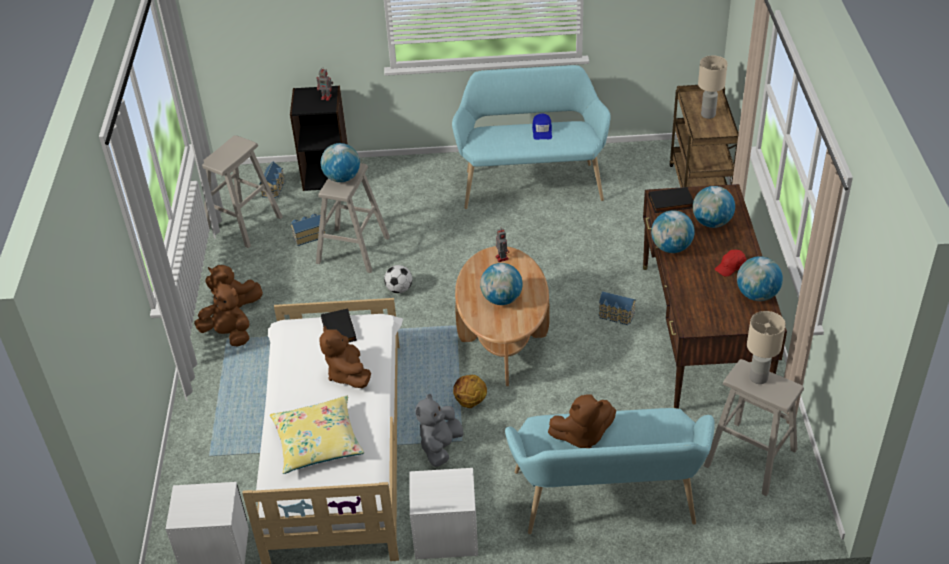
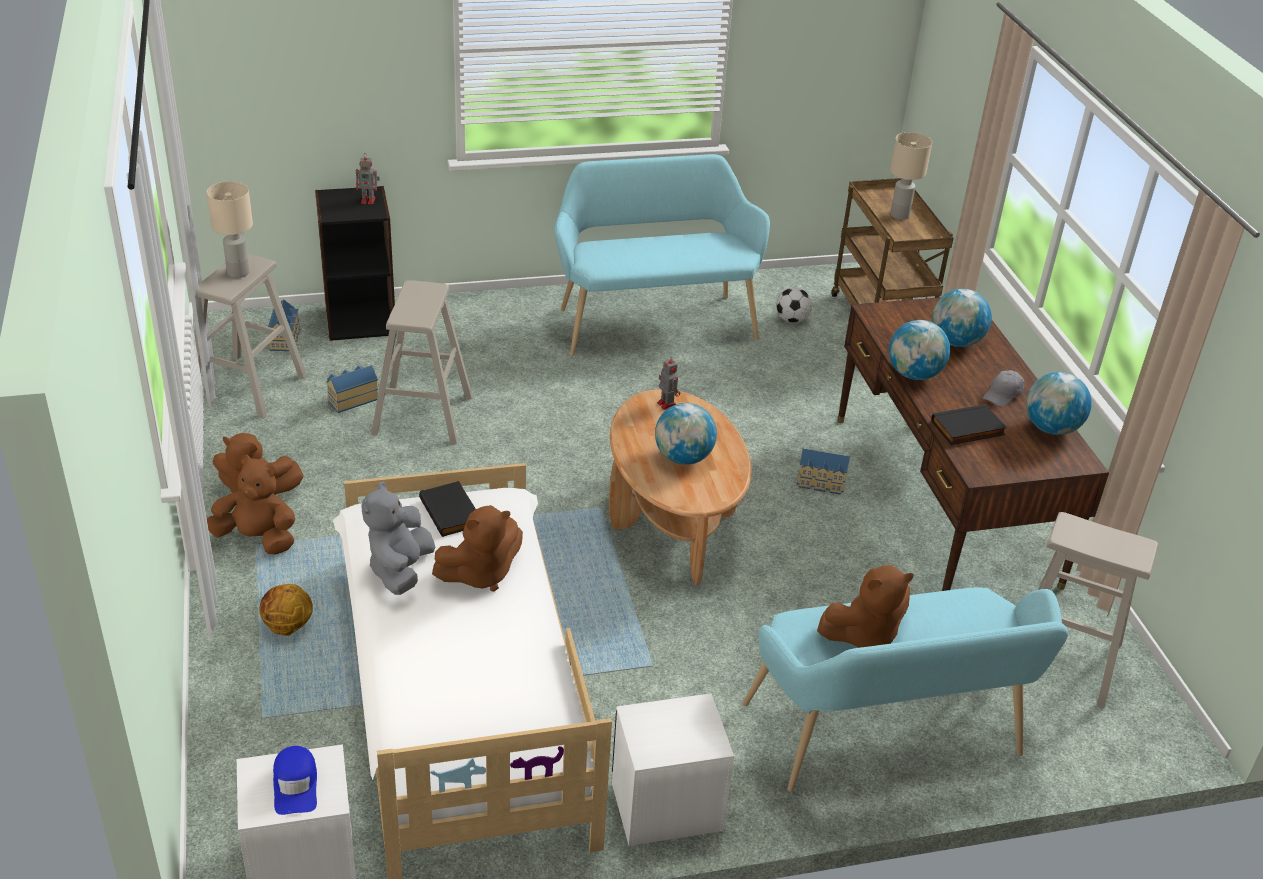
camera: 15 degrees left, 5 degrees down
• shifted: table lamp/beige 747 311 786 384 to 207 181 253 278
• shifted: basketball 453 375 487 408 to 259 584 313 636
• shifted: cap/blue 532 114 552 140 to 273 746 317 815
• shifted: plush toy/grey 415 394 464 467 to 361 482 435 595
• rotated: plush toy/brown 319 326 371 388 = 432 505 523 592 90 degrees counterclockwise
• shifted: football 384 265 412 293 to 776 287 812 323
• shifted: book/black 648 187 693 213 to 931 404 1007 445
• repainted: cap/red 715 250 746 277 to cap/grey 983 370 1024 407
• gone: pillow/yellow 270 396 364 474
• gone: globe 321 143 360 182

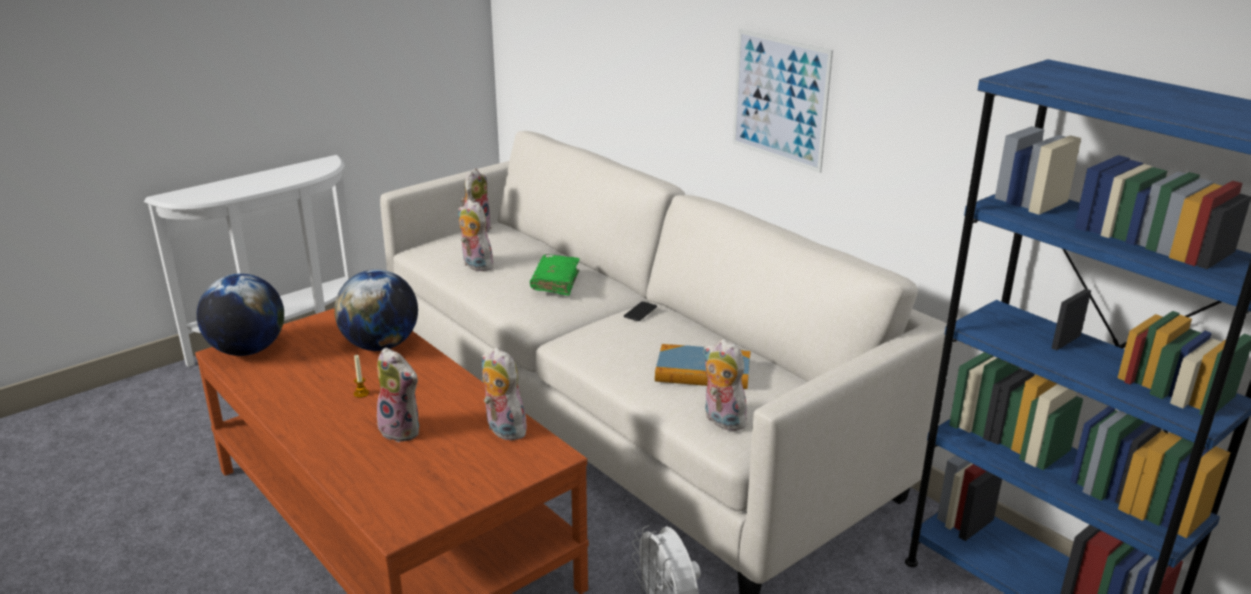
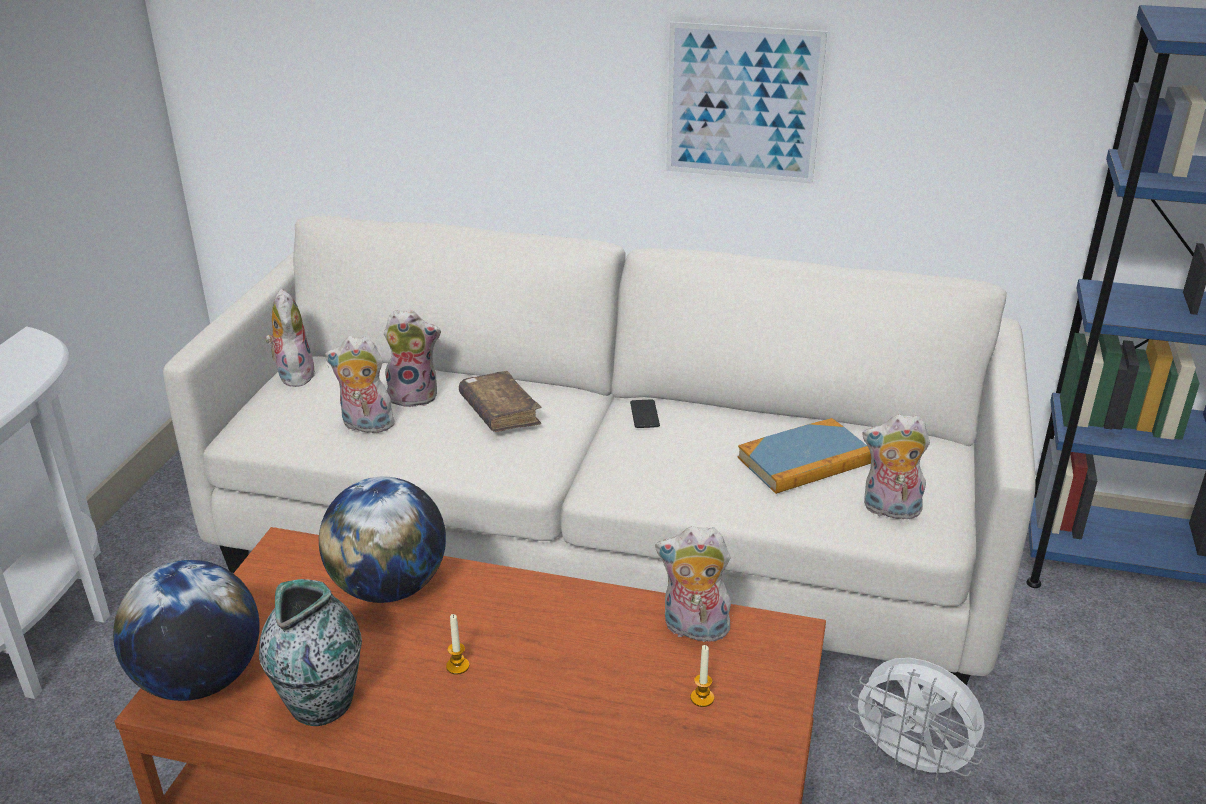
camera: 35 degrees left, 5 degrees up
• new: vase 259 579 362 726
• shifted: plush toy 377 348 419 442 to 384 310 441 407
• repainted: book/green 530 254 580 296 to book/brown 459 371 541 432
• new: candle 690 645 714 707

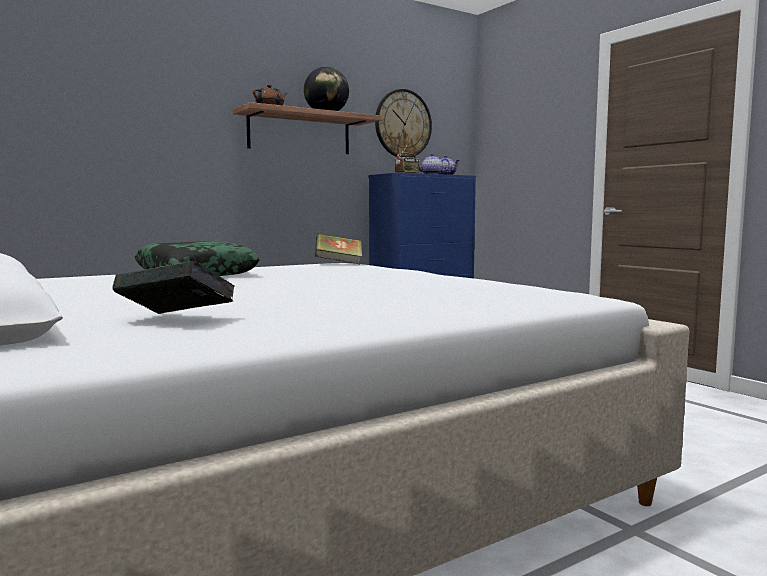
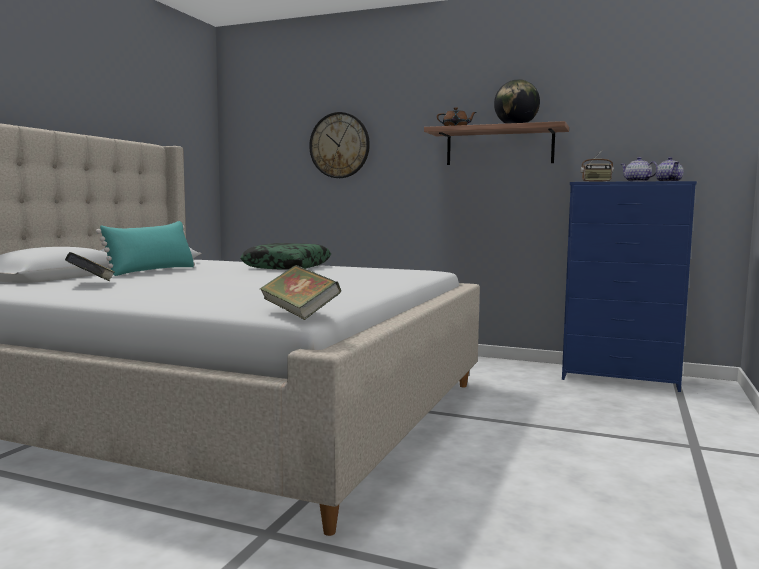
camera: 55 degrees right, 0 degrees up
• new: pillow/turquoise 96 221 195 276
• shifted: book 315 233 362 264 to 260 265 341 320
• shifted: wall clock 375 89 432 157 to 309 112 370 178

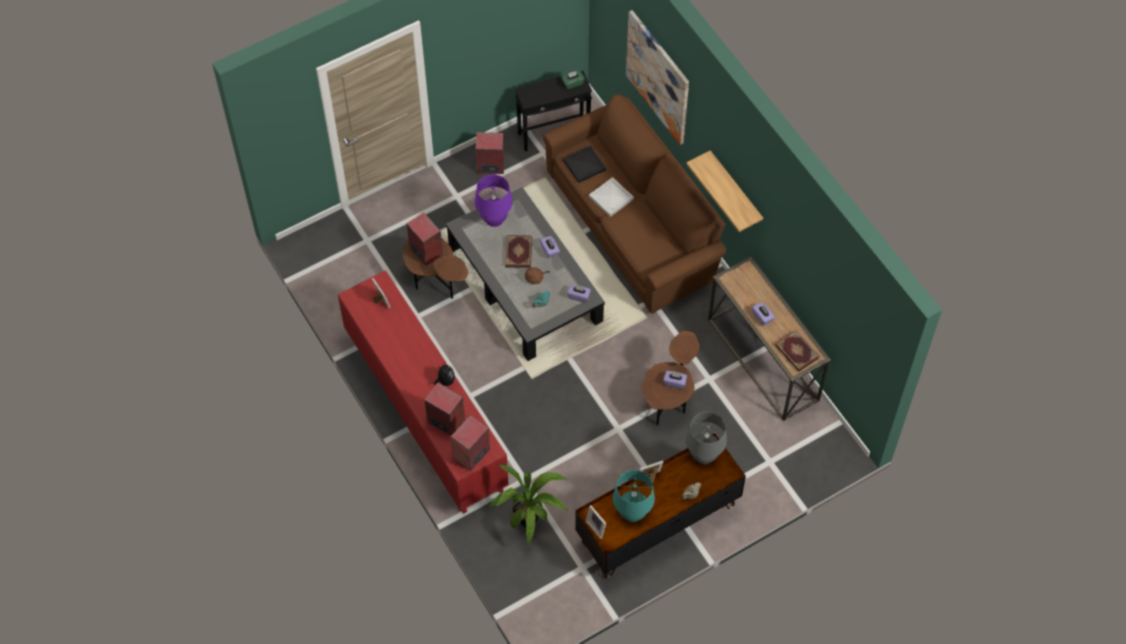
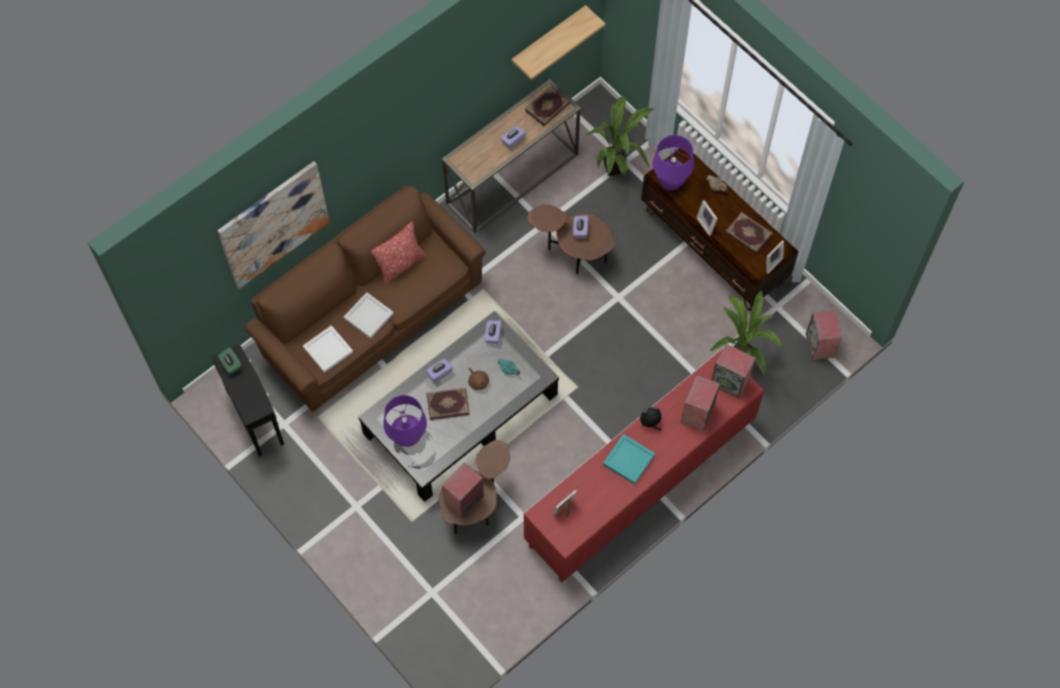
camera: 100 degrees left, 5 degrees up
• repainted: tray/black 563 145 606 183 to tray/white 303 325 353 373
• new: pillow 371 221 426 285
• shifted: shelf 686 150 763 232 to 511 5 606 80
• new: potted plant 586 96 654 176
• new: tray/turquoise 603 434 655 484
• repainted: table lamp/grey 685 412 727 464 to table lamp/purple 653 135 694 190
• swapped: table lamp/turquoise 613 470 655 522 to book 725 212 773 254
• shifted: speaker 476 132 505 174 to 806 310 842 360

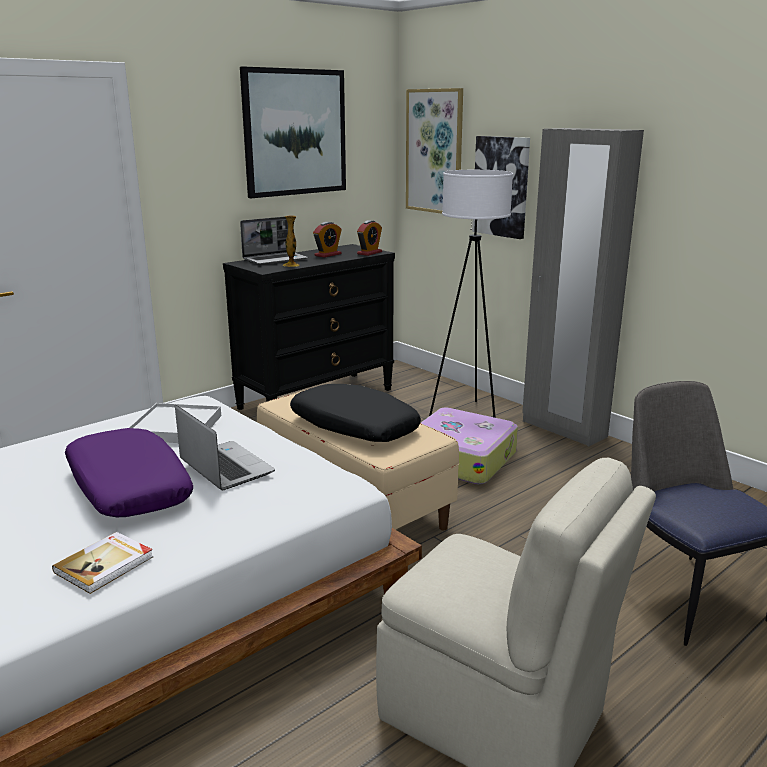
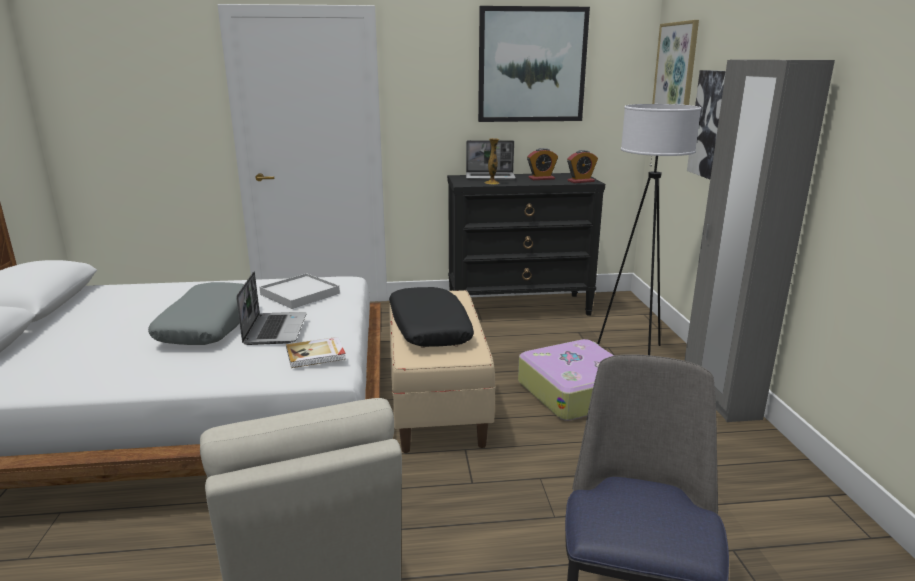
camera: 35 degrees right, 0 degrees up
• repainted: pillow/purple 65 428 193 517 to pillow/grey 148 282 244 345
• shifted: book 52 532 153 594 to 286 337 346 368

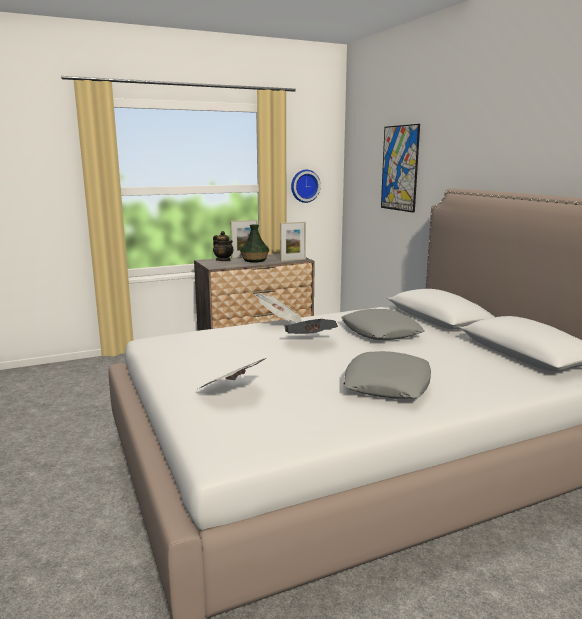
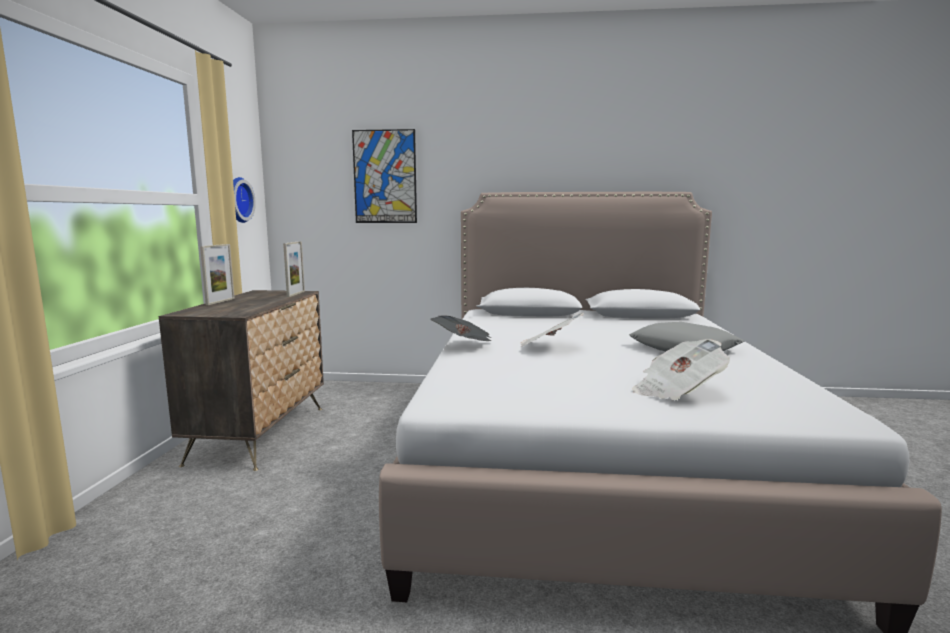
camera: 60 degrees left, 5 degrees down
• gone: teapot 213 231 233 261
• gone: vase 240 224 269 263
• gone: pillow/grey 341 309 425 340

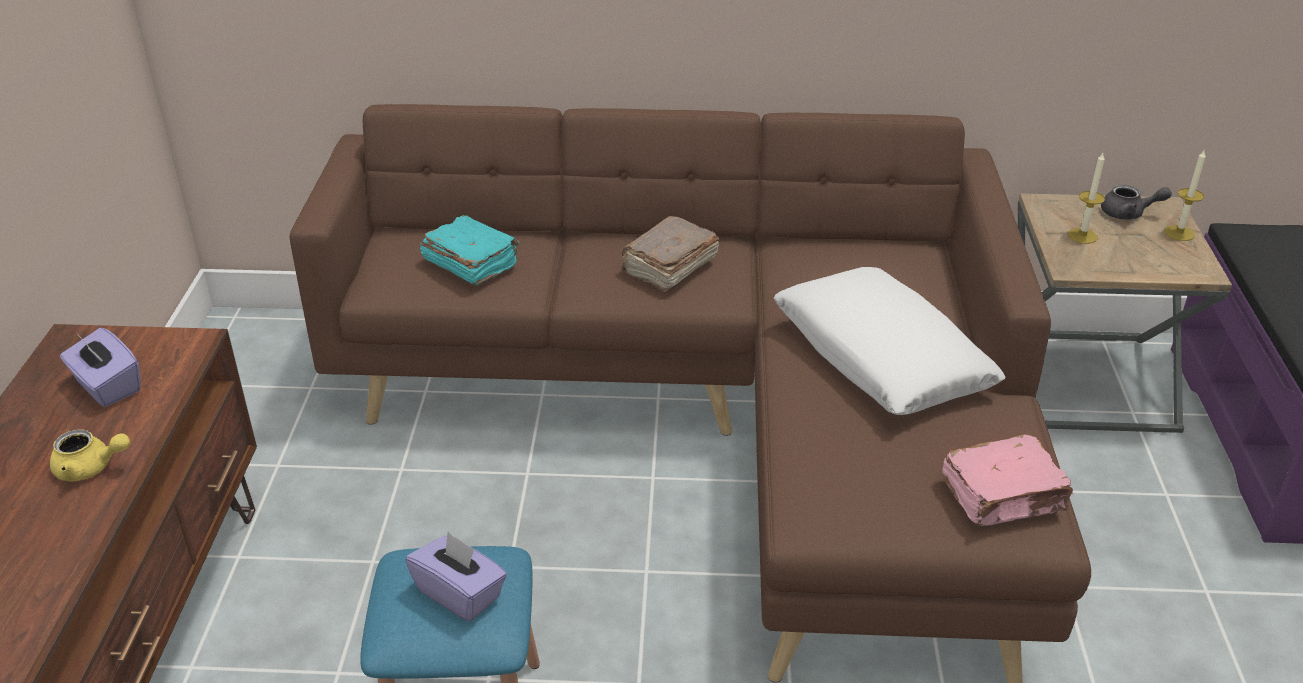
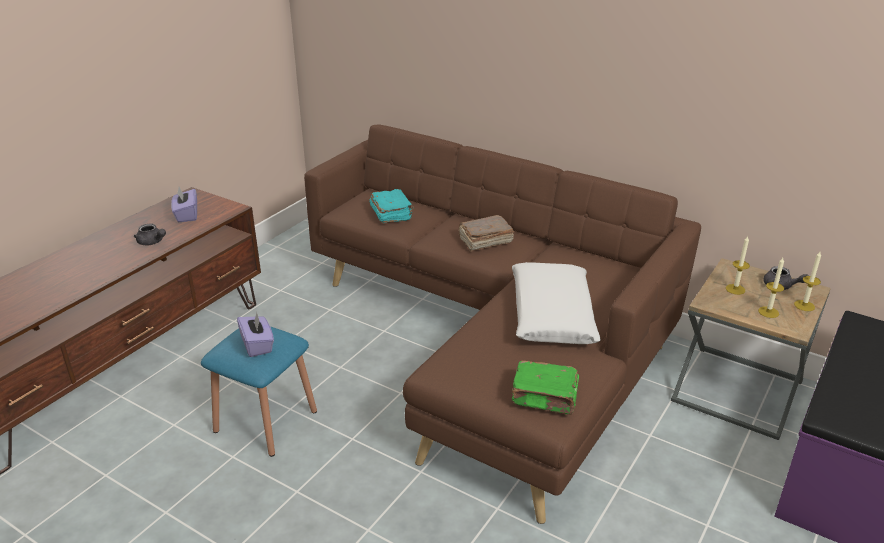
camera: 30 degrees right, 5 degrees down
• repainted: teapot/yellow 50 429 130 482 to teapot/grey 134 224 166 245
• repainted: book/pink 942 434 1073 526 to book/green 512 360 579 415
• new: candle 758 258 784 318

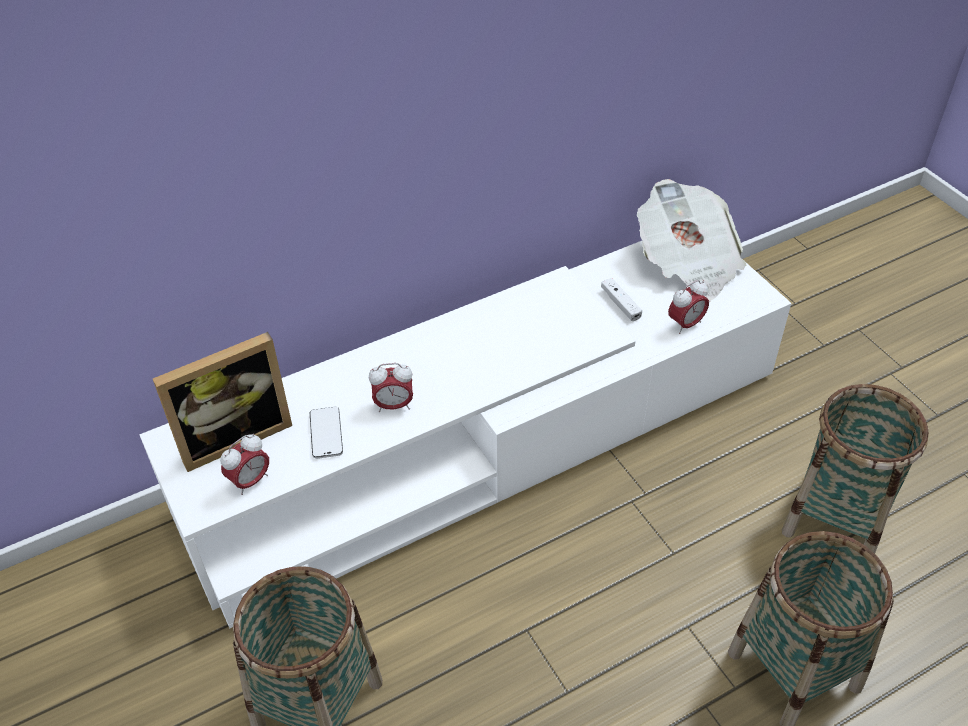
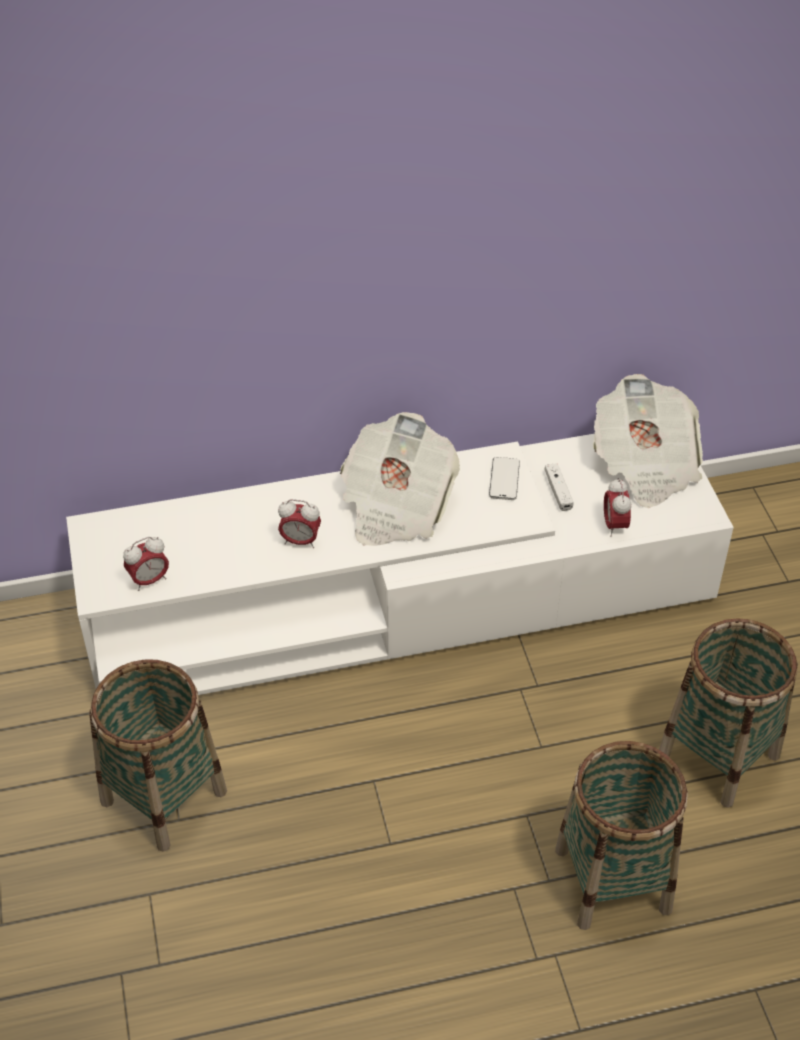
camera: 15 degrees right, 0 degrees up
• new: newspaper 340 412 460 546
• shifted: phone 310 407 343 459 to 489 457 520 500
• rotated: alarm clock 668 280 709 334 = 604 478 631 537 105 degrees clockwise
• gone: picture frame 153 332 292 472

